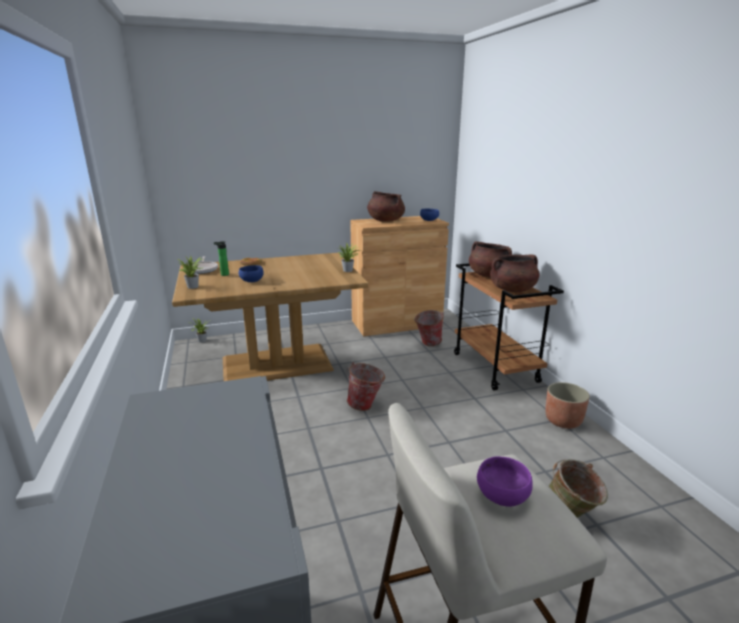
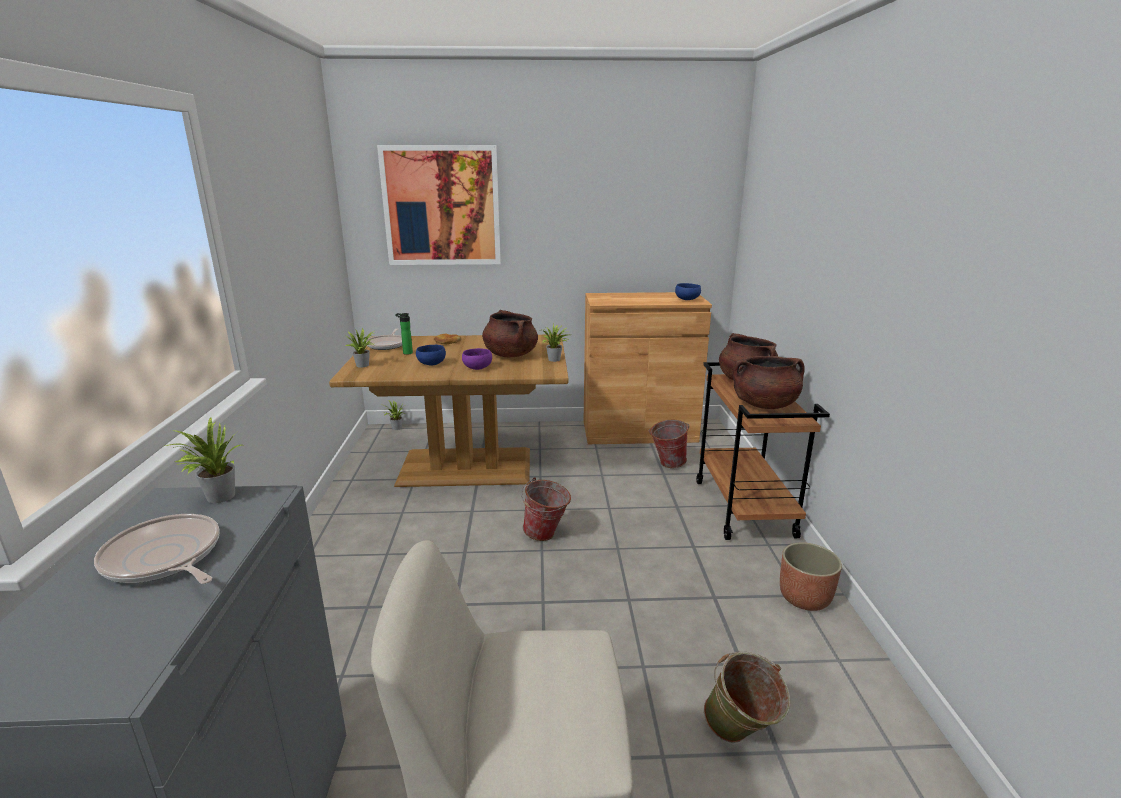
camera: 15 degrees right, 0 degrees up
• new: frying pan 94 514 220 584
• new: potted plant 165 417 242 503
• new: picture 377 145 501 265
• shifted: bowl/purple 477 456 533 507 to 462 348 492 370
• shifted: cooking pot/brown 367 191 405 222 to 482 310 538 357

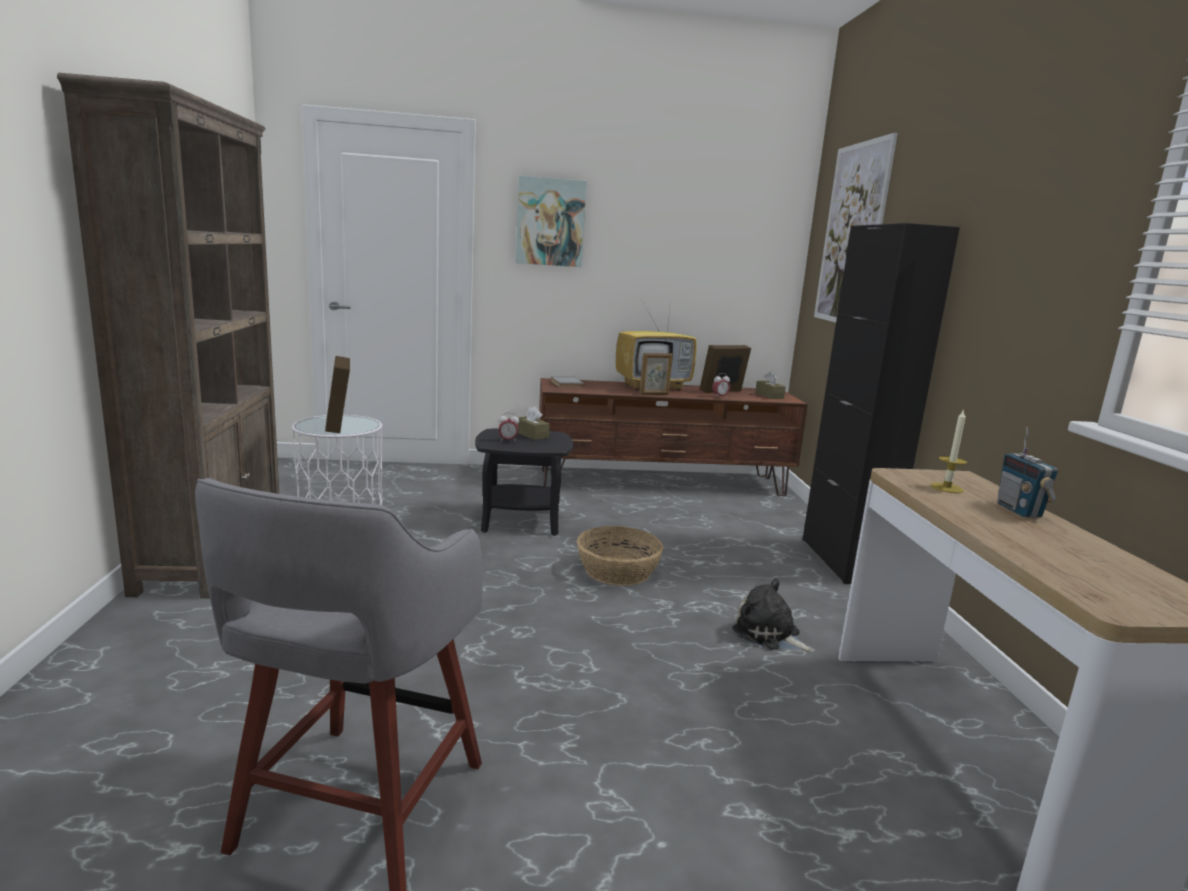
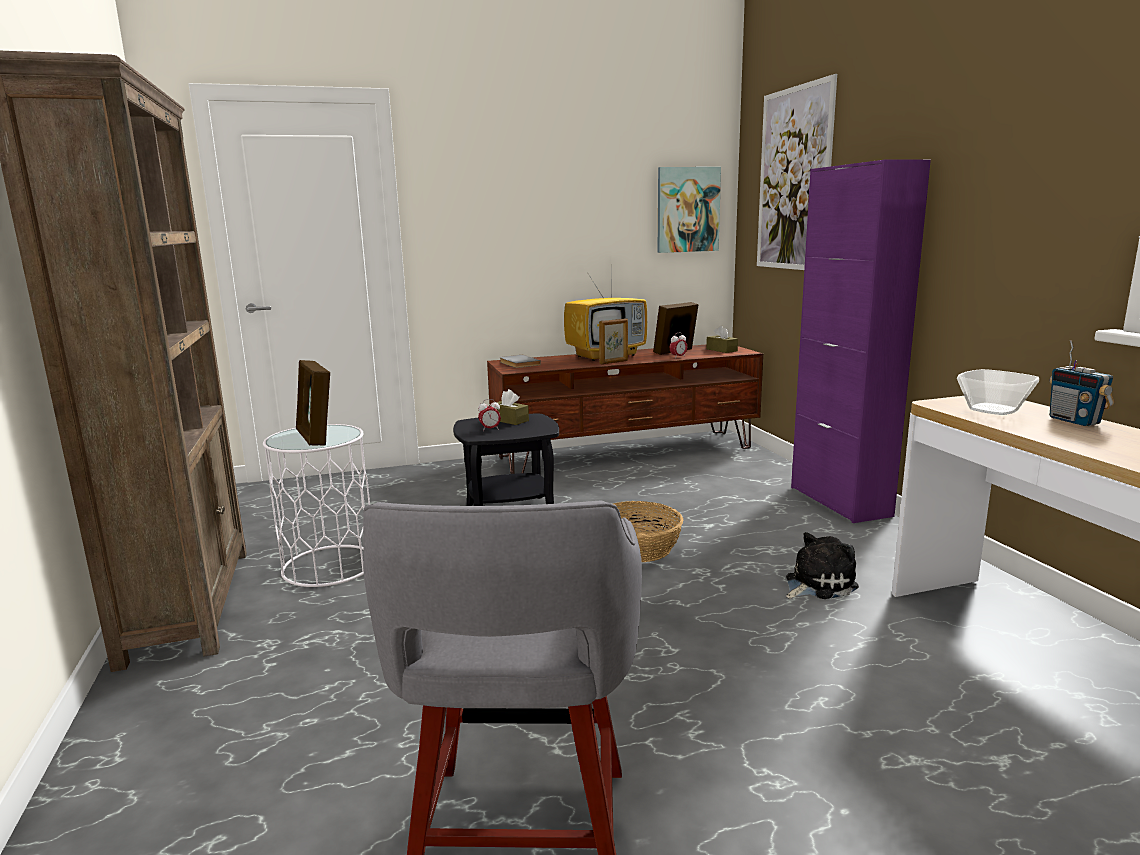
camera: 10 degrees left, 0 degrees up
• shifted: picture 516 176 587 267 to 658 167 721 253
• rotated: plush toy 732 578 815 652 = 786 532 859 599 120 degrees clockwise
• repainted: cabinet/black 803 223 960 584 to cabinet/purple 791 160 931 523
• swapped: candle 931 409 967 493 to bowl 957 369 1039 415

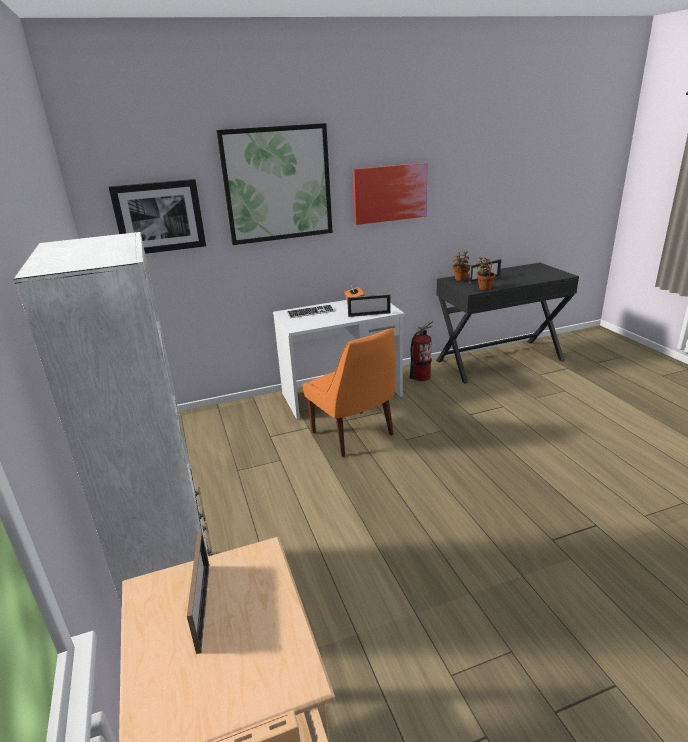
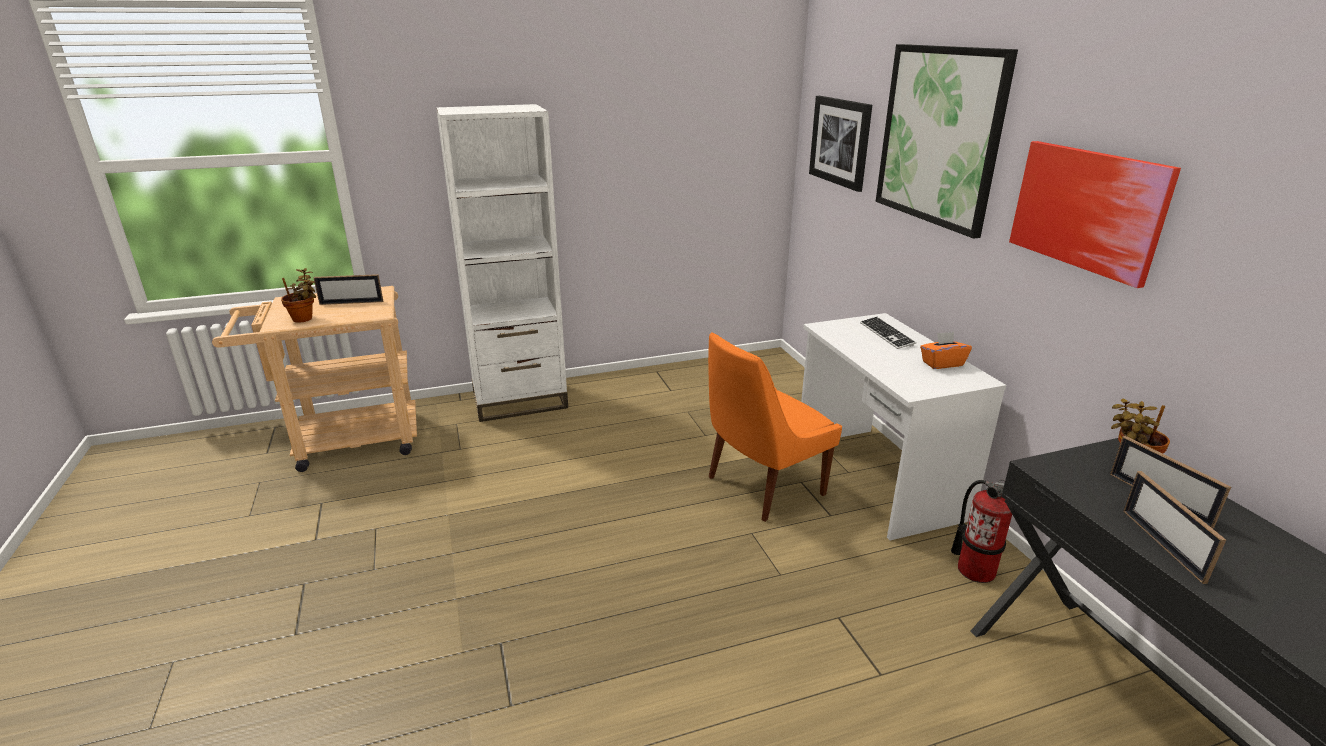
camera: 90 degrees right, 0 degrees up
• shifted: potted plant 477 257 496 291 to 281 268 316 323
• shifted: picture frame 347 294 391 317 to 1123 471 1226 584

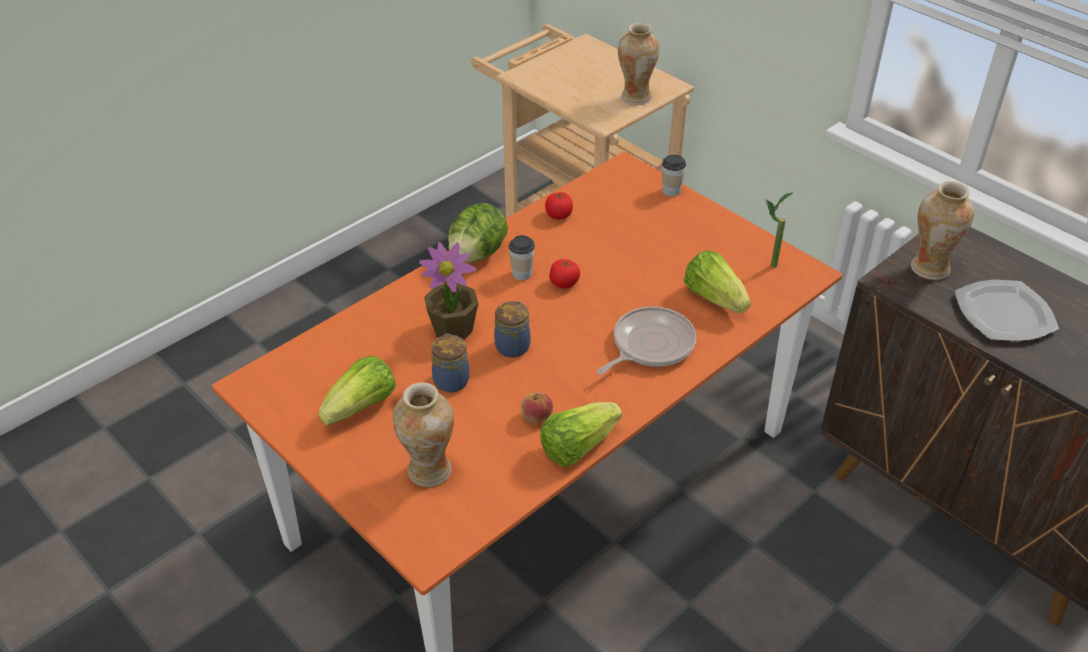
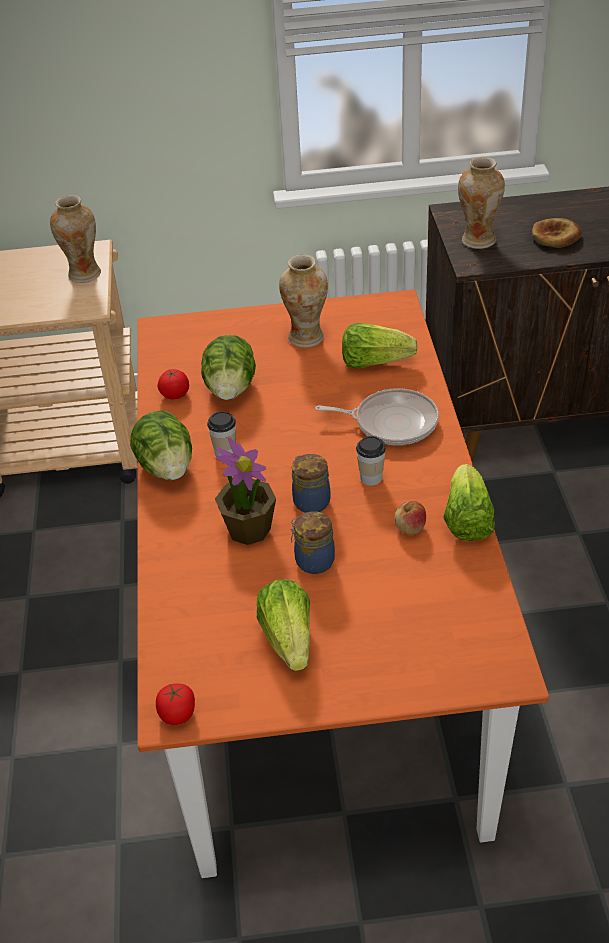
camera: 50 degrees left, 0 degrees up
• shifted: tomato 549 259 580 289 to 156 683 195 725
• new: lettuce 201 335 256 400
• shifted: vase 392 382 454 487 to 279 255 328 348
• rotated: frying pan 596 306 696 375 = 315 388 439 445 105 degrees clockwise
• shifted: cup 662 154 686 196 to 356 436 386 486
• swapped: plate 955 280 1059 341 to bread 532 218 582 248
• gone: potted plant 765 192 794 268

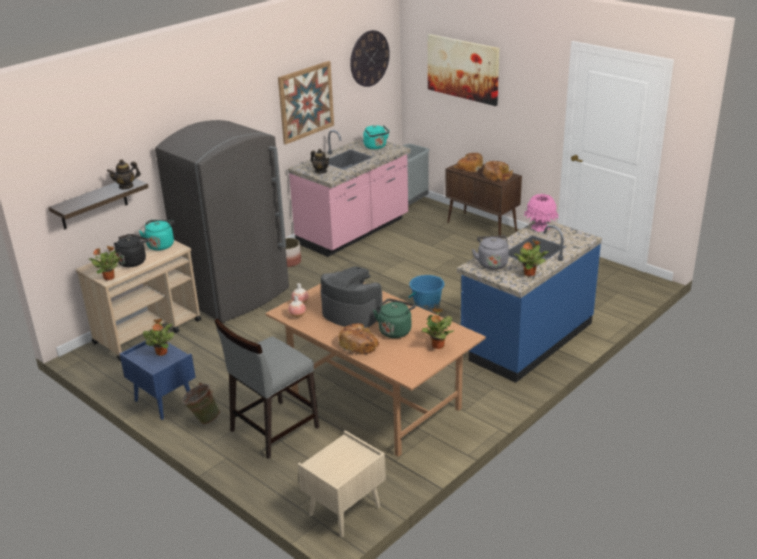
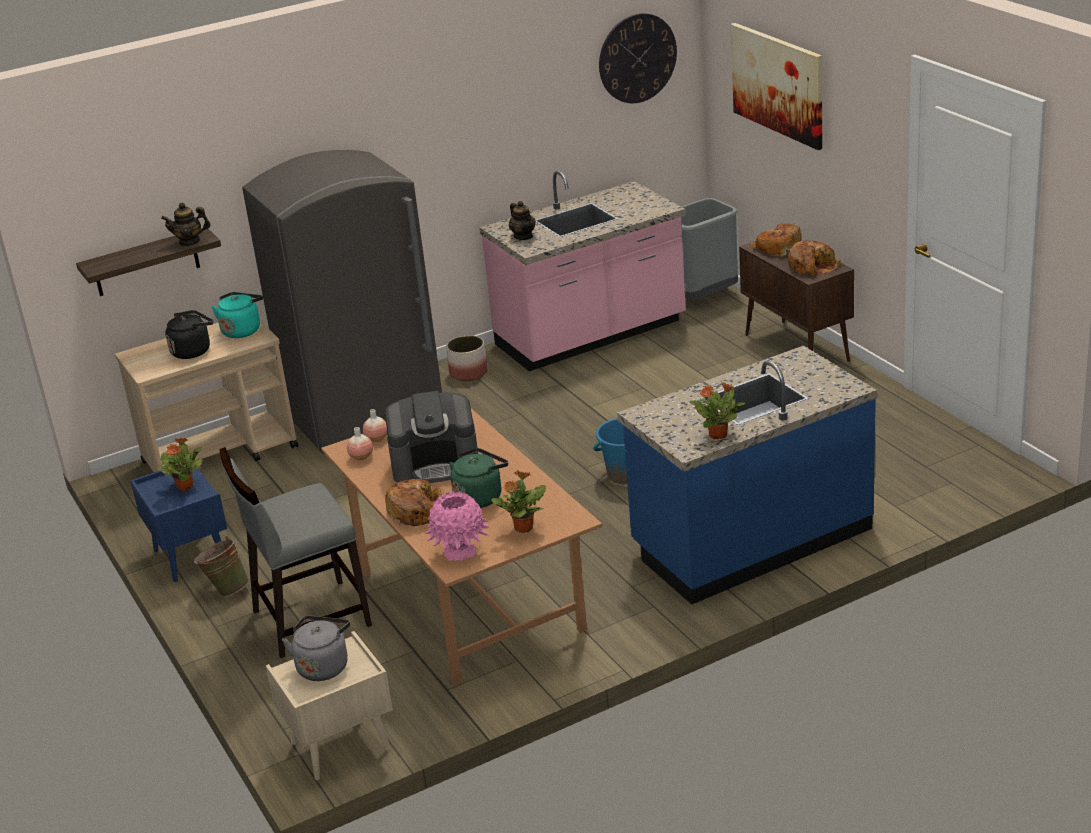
camera: 20 degrees right, 0 degrees up
• shifted: kettle/grey 472 236 509 270 to 282 616 350 681
• rotated: coffee machine 321 266 382 328 = 385 391 478 483 120 degrees clockwise
• shifted: vase/pink 523 193 559 232 to 425 491 489 561
• gone: potted plant 88 246 122 280
• gone: picture 278 61 334 145
• gone: kettle/turquoise 363 125 389 149

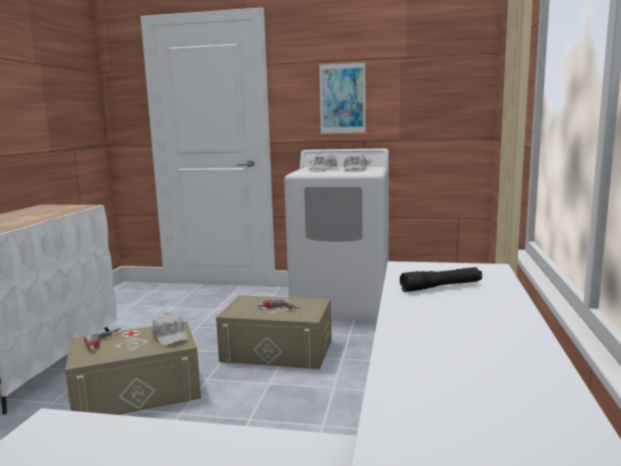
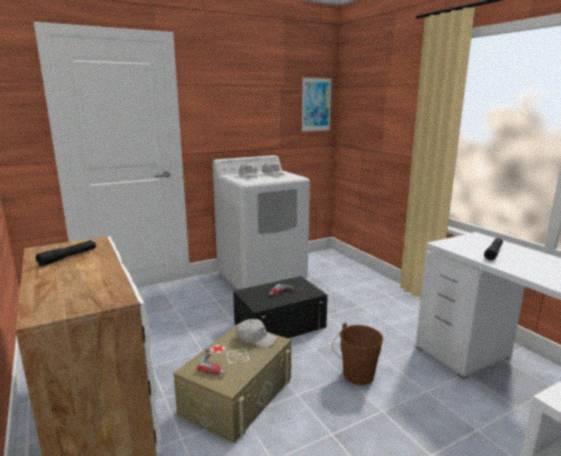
camera: 40 degrees left, 5 degrees up
• new: flashlight/black 36 240 96 266
• repainted: storage box/beige 216 295 332 369 to storage box/black 233 276 328 338
• shifted: picture 319 61 366 135 to 301 77 332 132
• new: bucket/brown 332 323 383 385

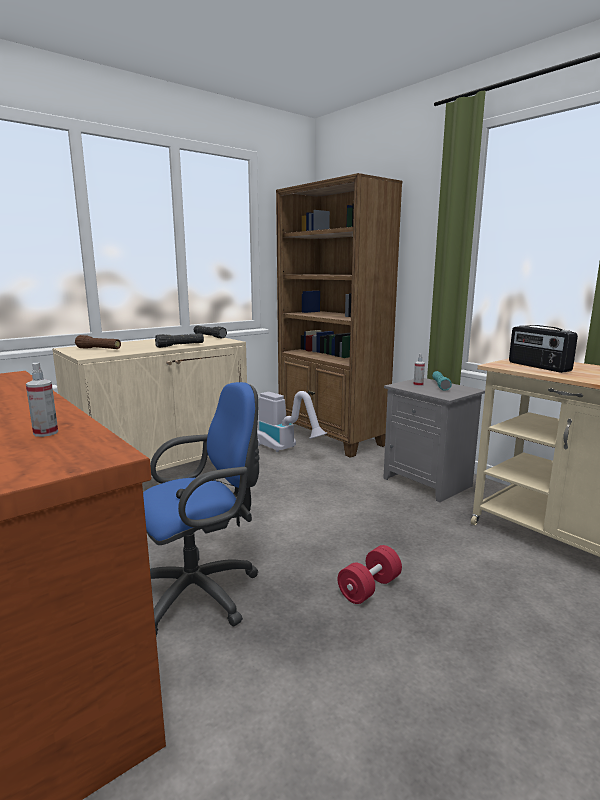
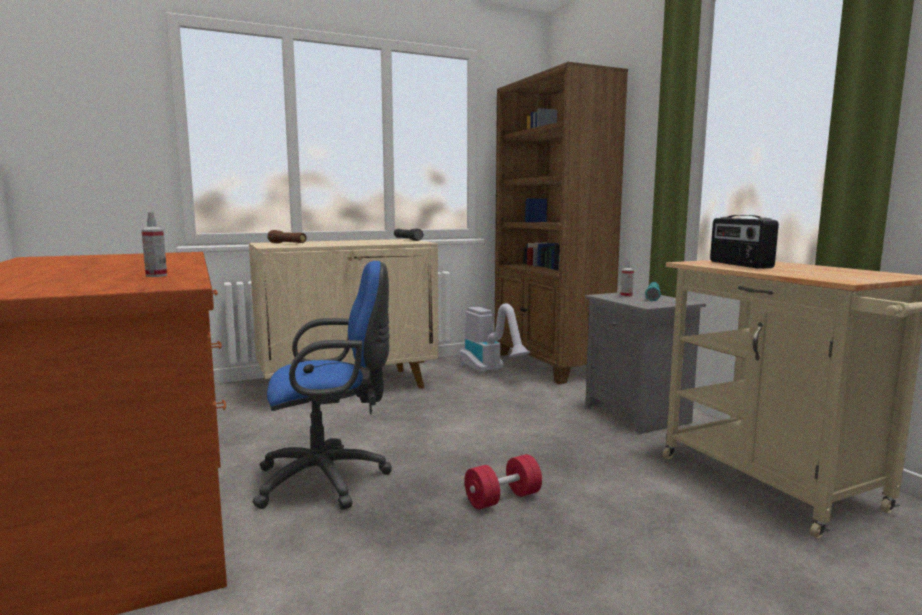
camera: 15 degrees right, 5 degrees down
• gone: flashlight/black 155 334 204 348

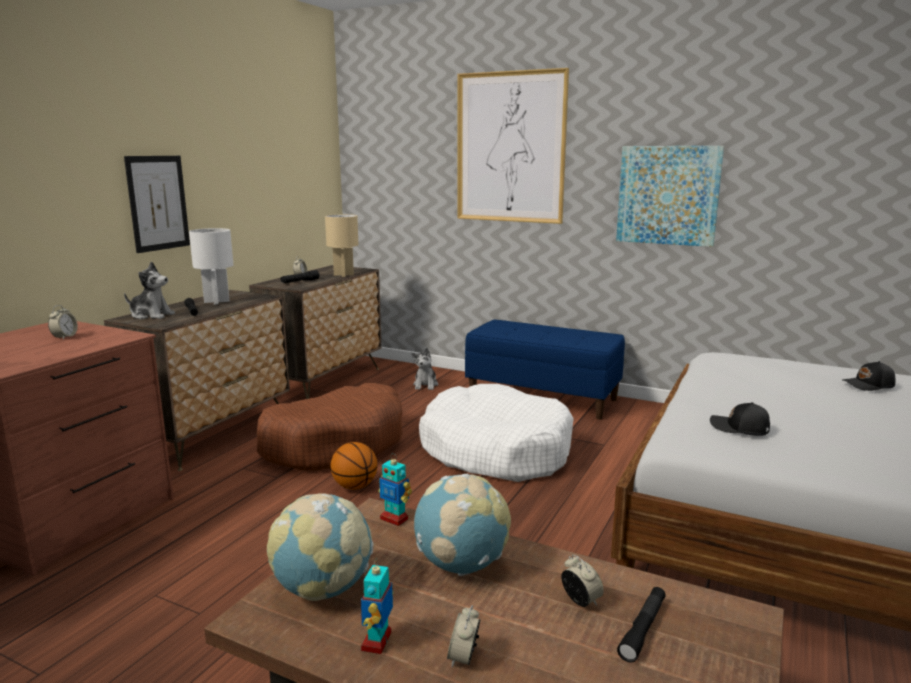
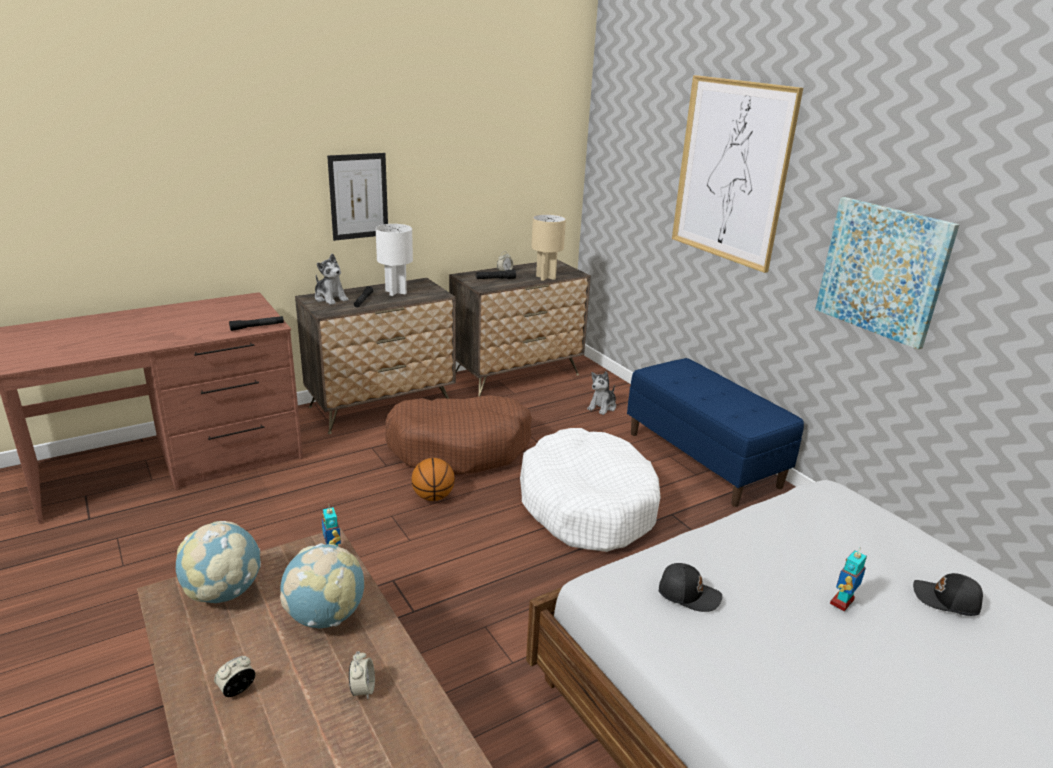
camera: 30 degrees right, 10 degrees up
• shifted: flashlight/black 617 587 666 662 to 229 316 284 331
• rotated: cap/black 710 402 770 436 = 659 563 722 612 135 degrees clockwise
• shifted: toy robot 361 558 394 654 to 830 547 867 612
• gone: alarm clock 48 305 78 340

